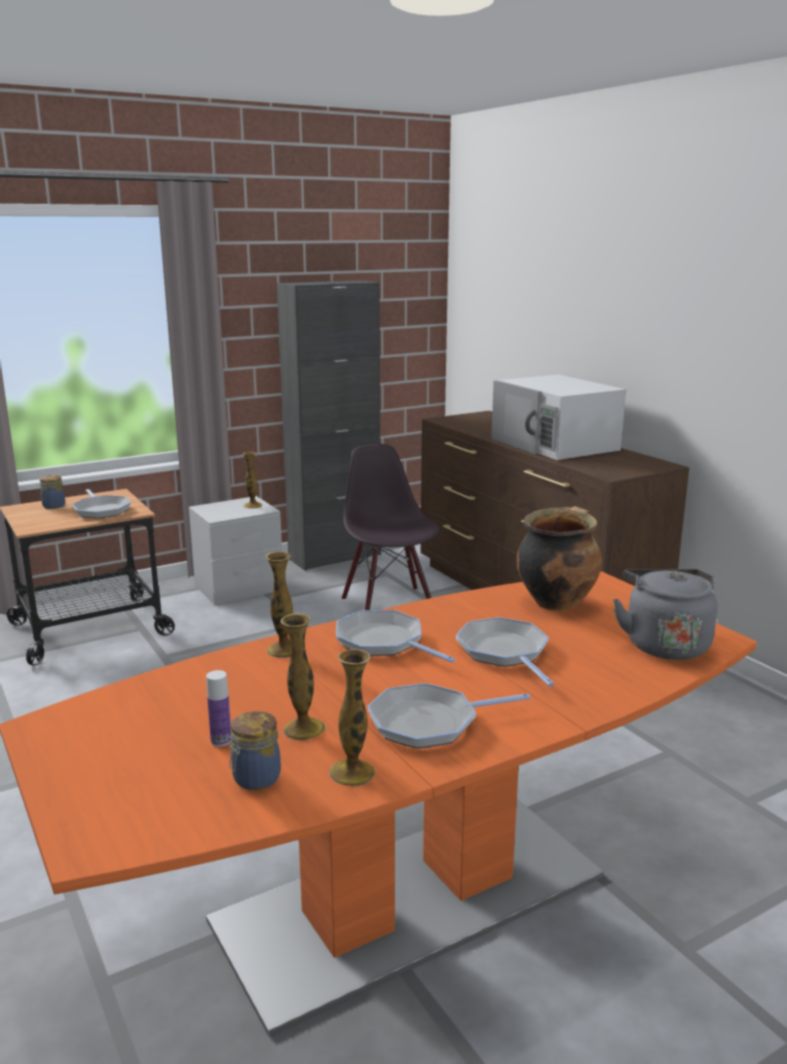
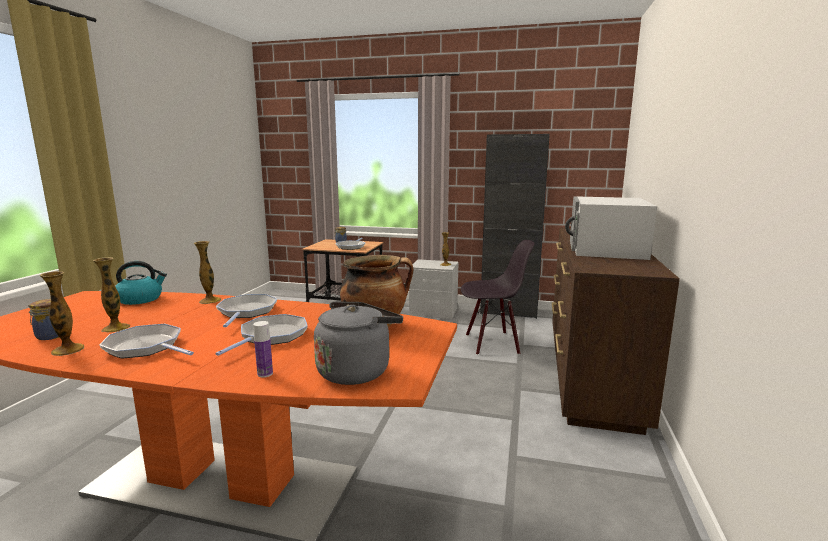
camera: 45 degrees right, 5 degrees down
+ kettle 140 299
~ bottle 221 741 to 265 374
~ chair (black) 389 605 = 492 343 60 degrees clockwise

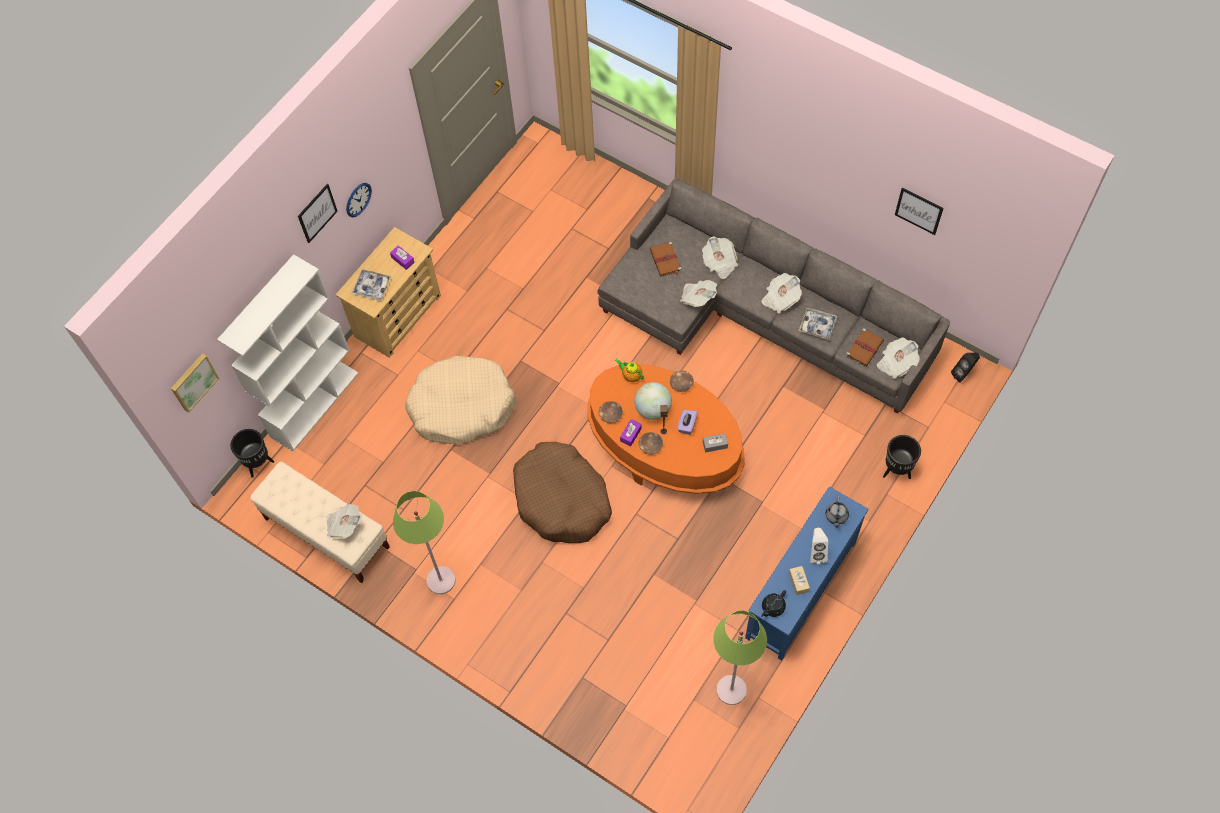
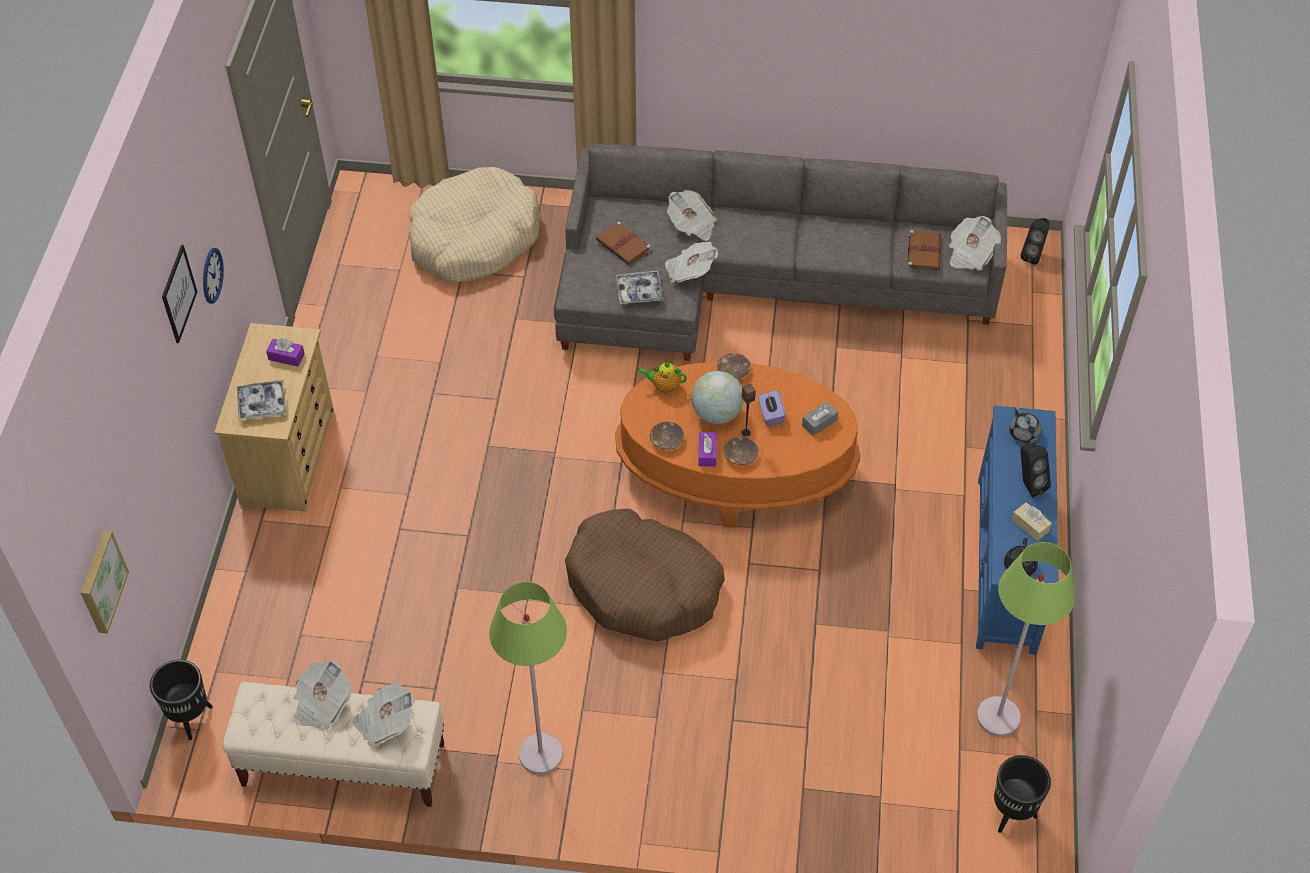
camera: 30 degrees left, 10 degrees down
~ newspaper 780 298 to 321 704
~ dog bed (beige) 462 407 to 474 238
~ tray 817 326 to 639 291
~ planter (black) 897 470 to 1012 813
~ speaker (white) 816 552 to speaker (black) 1028 484
- bookcase (white) 314 404
- picture 919 211

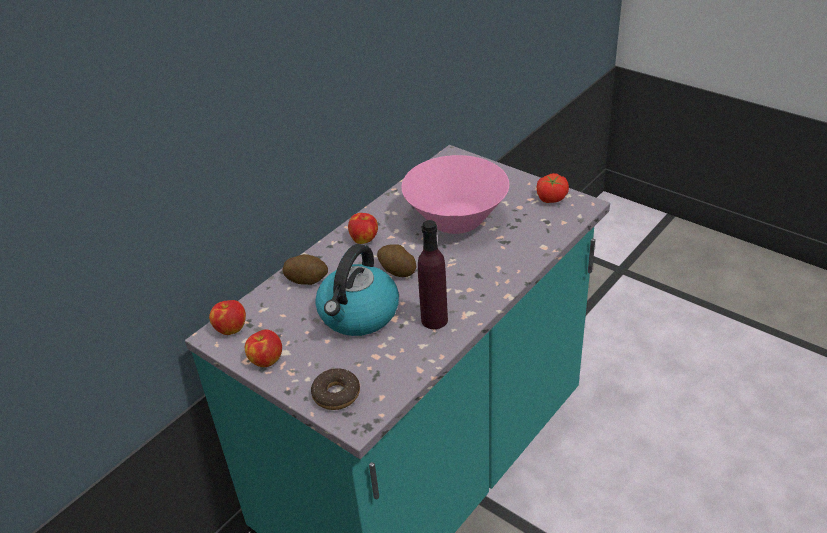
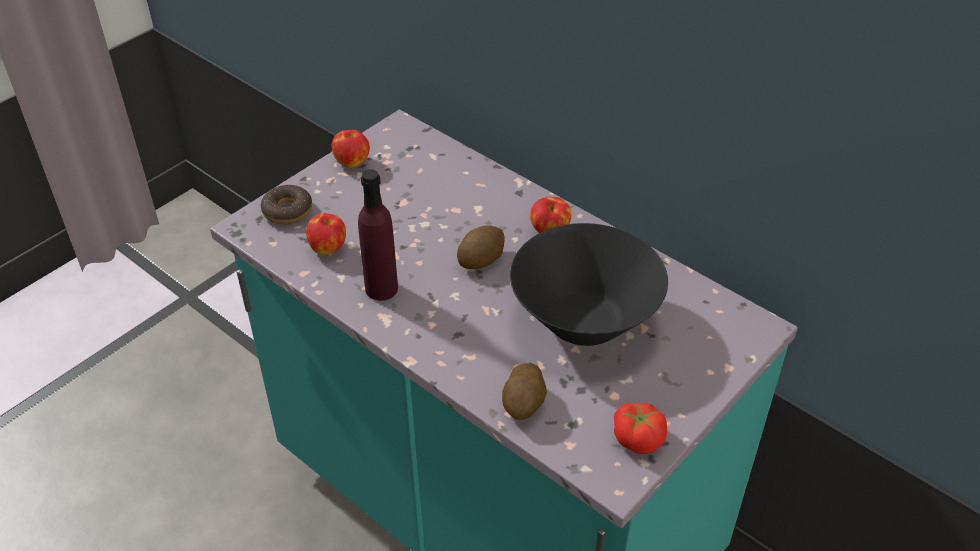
camera: 90 degrees right, 5 degrees up
~ apple 231 328 to 328 248
~ potato 307 279 to 524 404
~ bowl (pink) 456 220 to bowl (black) 584 321
- kettle 358 315

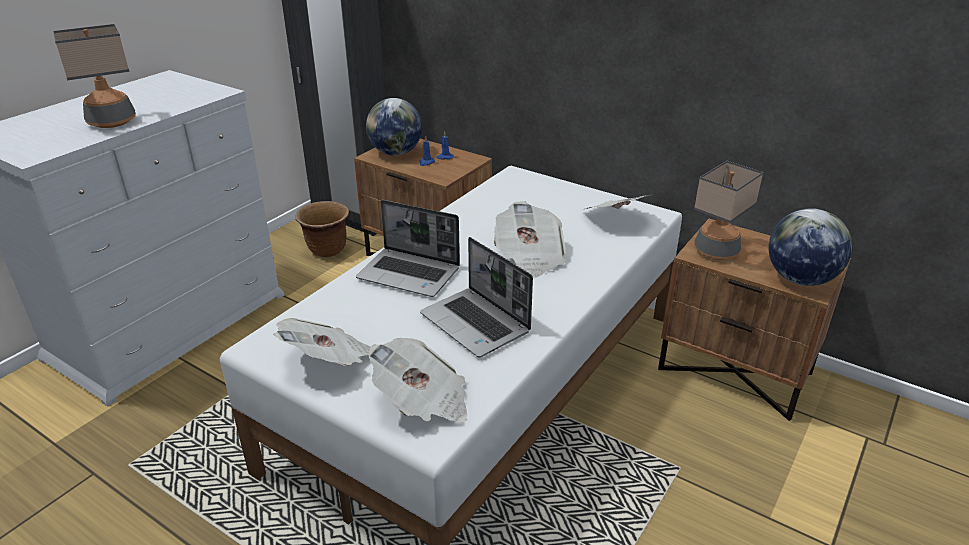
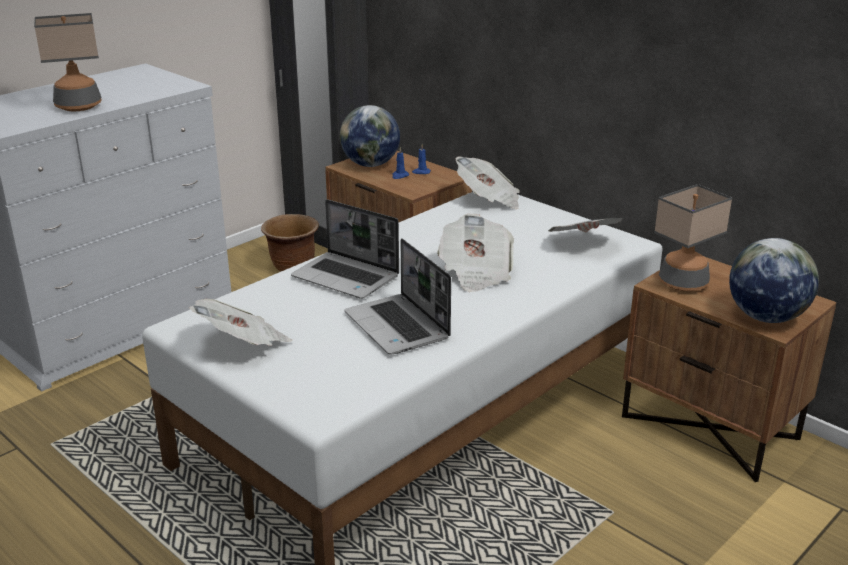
camera: 10 degrees right, 5 degrees down
~ newspaper 423 402 to 489 200

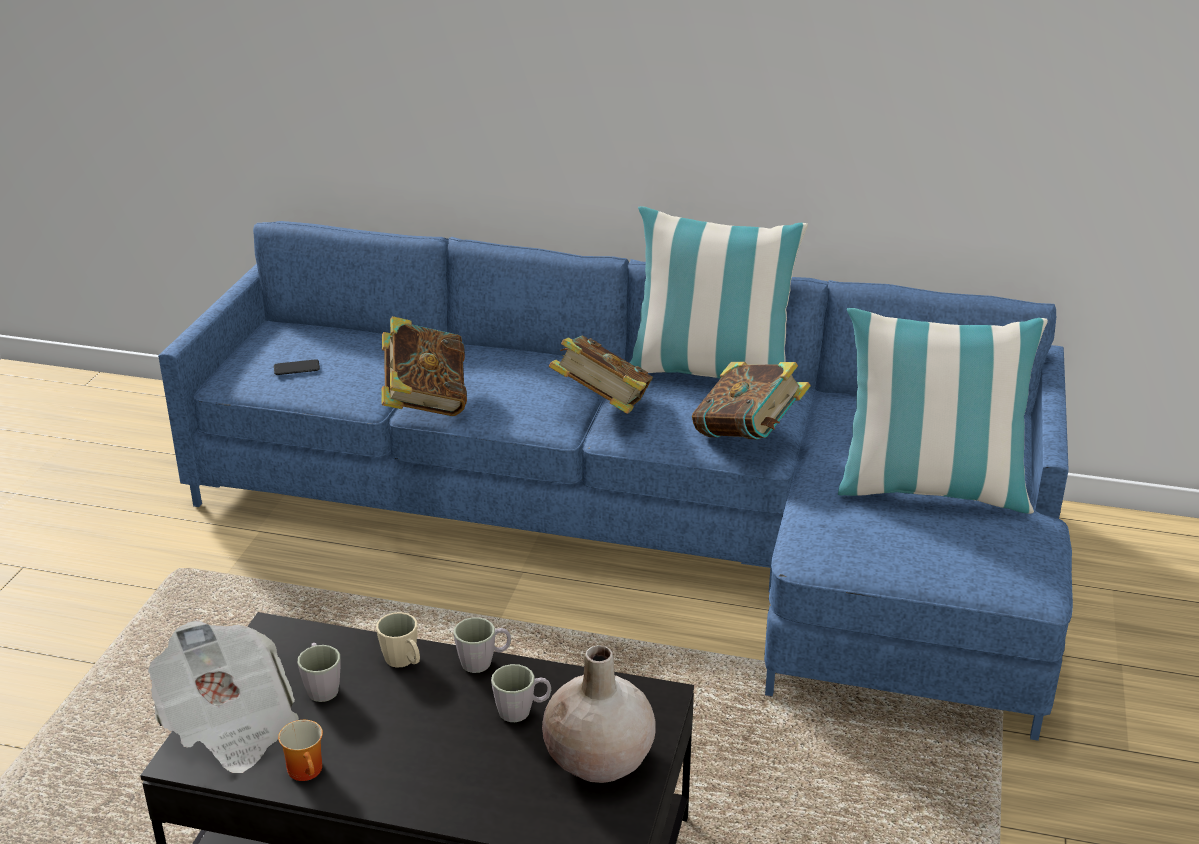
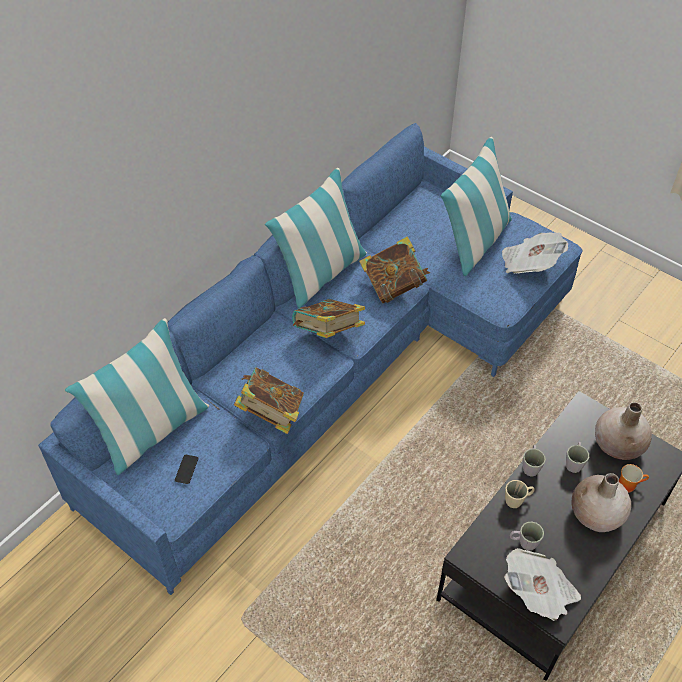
camera: 65 degrees left, 20 degrees up
+ pillow 152 431
+ newspaper 529 264
+ vase (beige) 596 514
~ mug 309 771 to 628 484

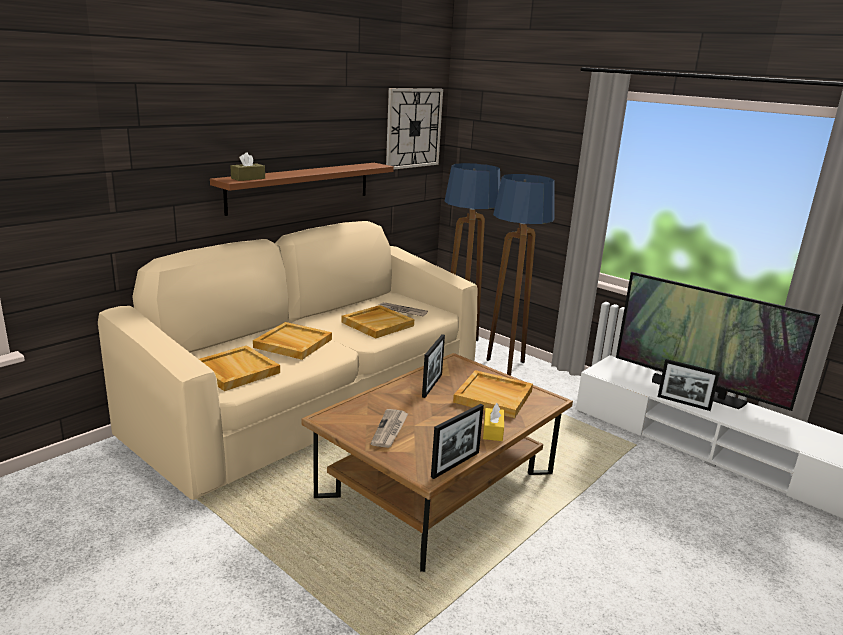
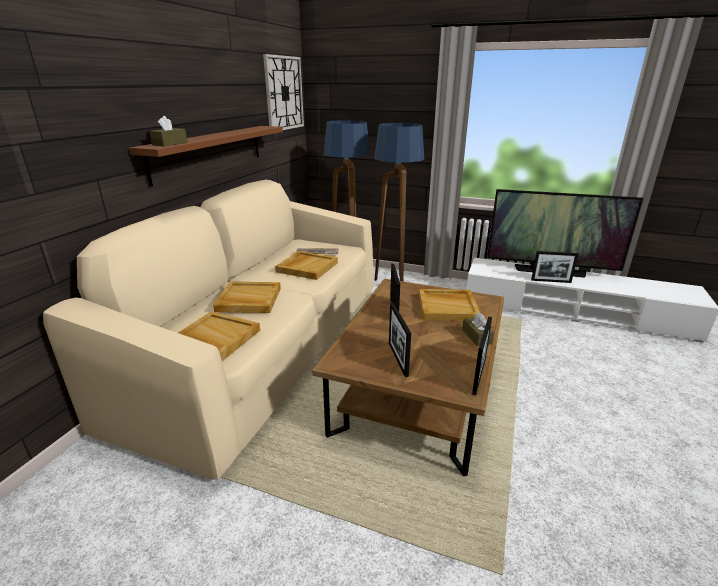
camera: 20 degrees left, 5 degrees up
~ newspaper 390 430 to picture frame 398 359
~ tissue box (yellow) 493 431 to tissue box (brown) 476 337

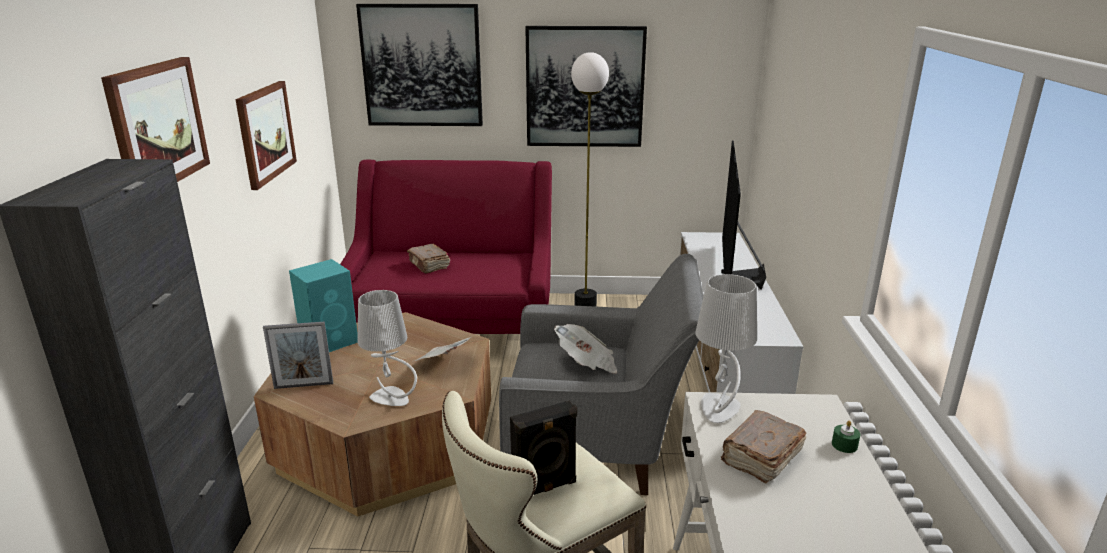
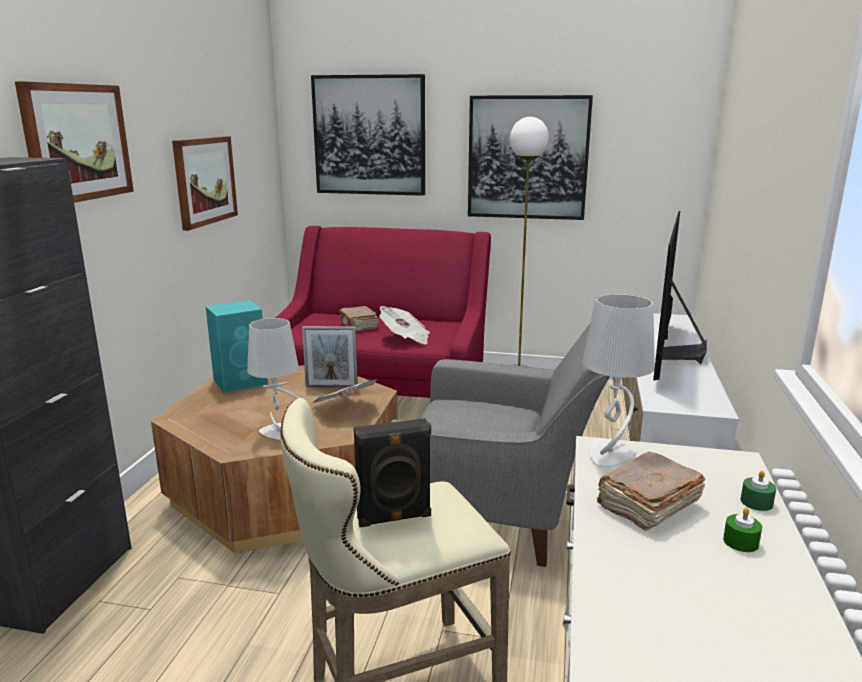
camera: 10 degrees right, 5 degrees down
~ picture frame 303 385 to 331 386
~ newspaper 587 364 to 405 338
+ candle (green) 740 542

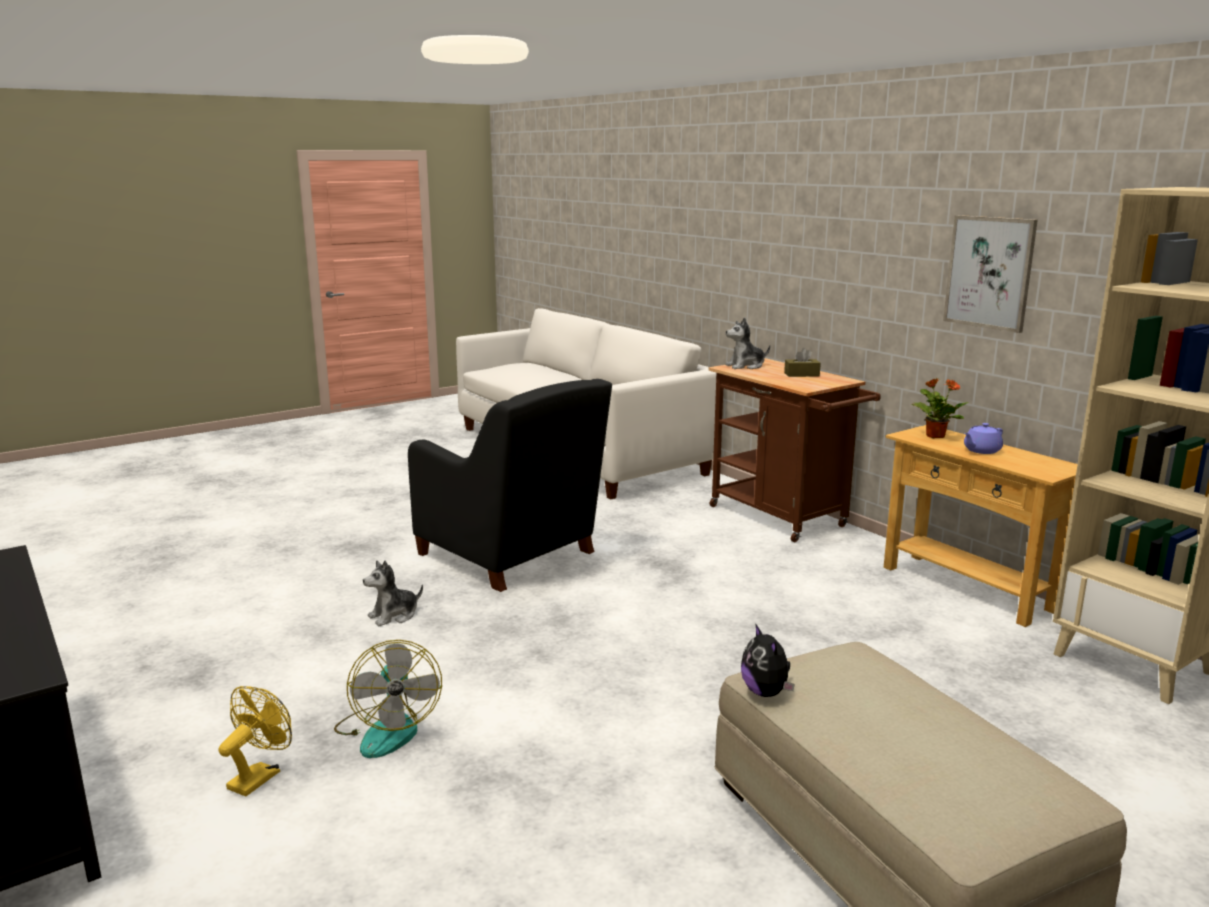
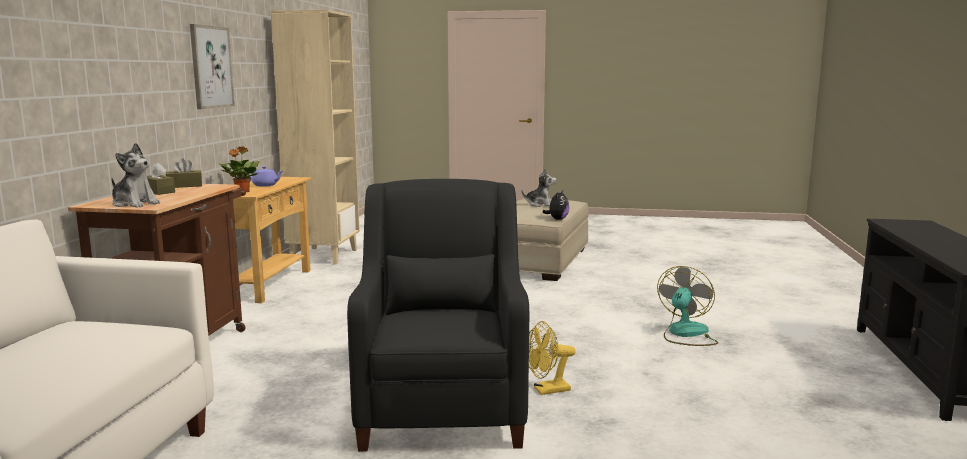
camera: 135 degrees left, 5 degrees down
+ tissue box (brown) 184 186
~ plush toy 394 615 to 540 204
~ fan (yellow) 259 776 to 546 390

